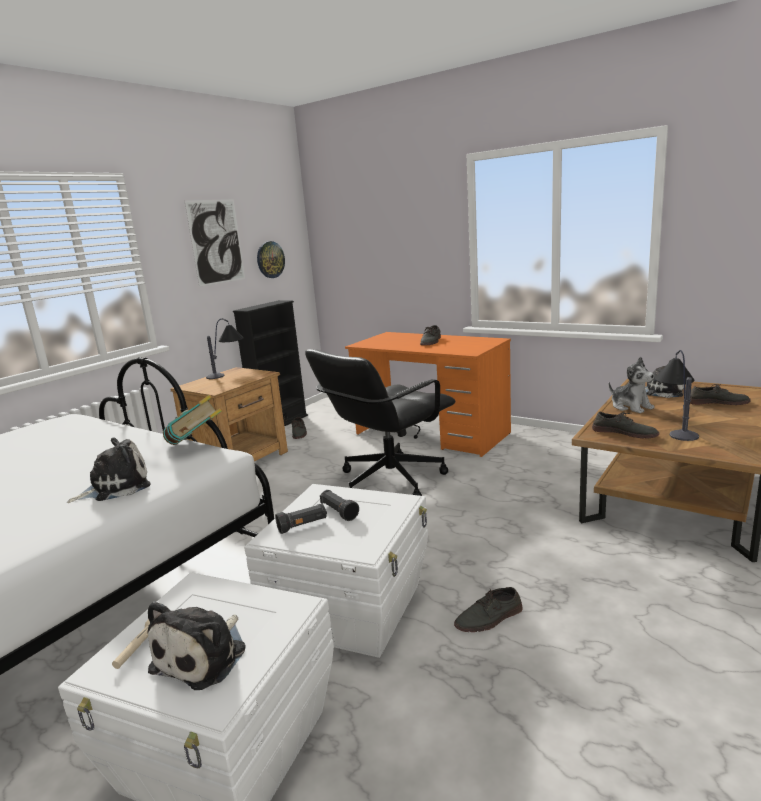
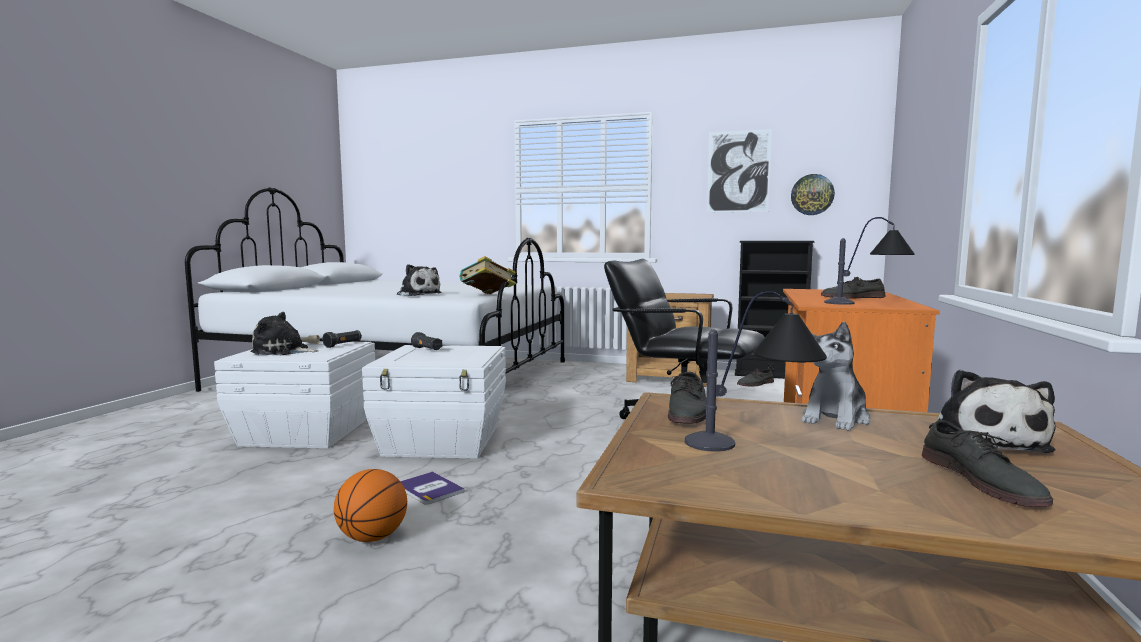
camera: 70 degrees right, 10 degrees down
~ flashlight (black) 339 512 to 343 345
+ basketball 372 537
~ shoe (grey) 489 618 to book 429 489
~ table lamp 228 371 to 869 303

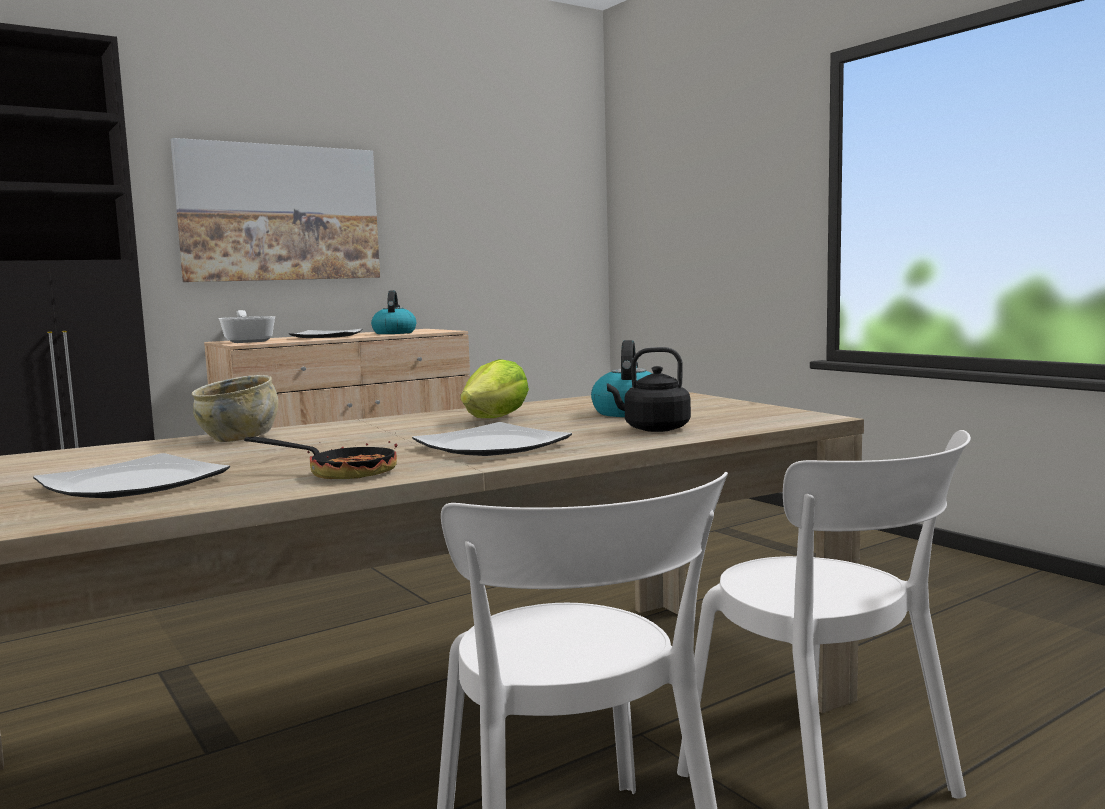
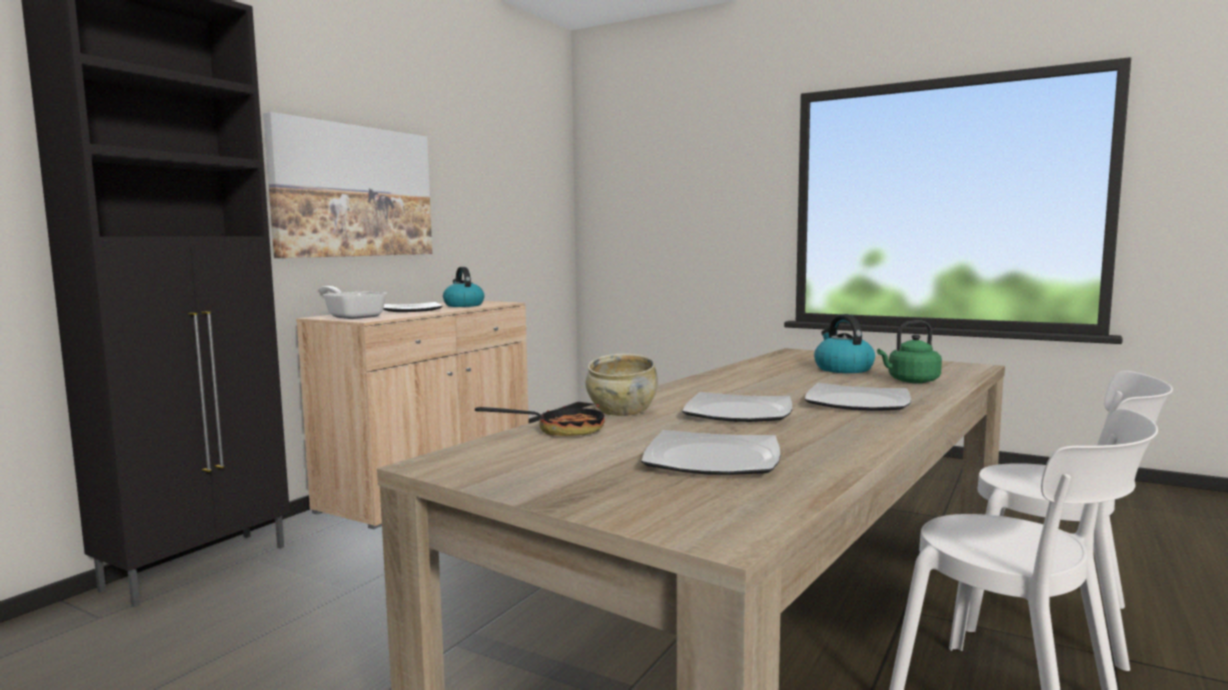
camera: 25 degrees left, 0 degrees up
~ frying pan 340 473 to 560 430
+ plate 739 413
~ kettle (black) 653 429 to kettle (green) 911 381
- lettuce 496 418

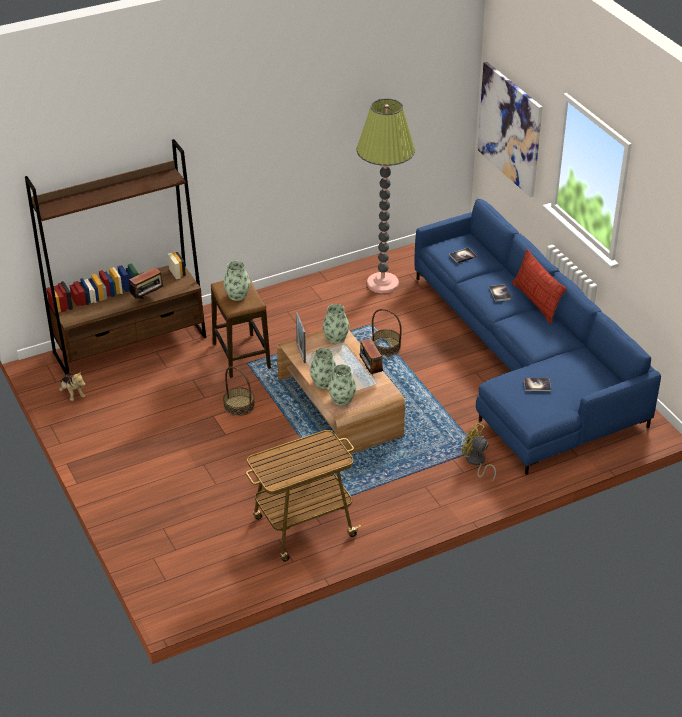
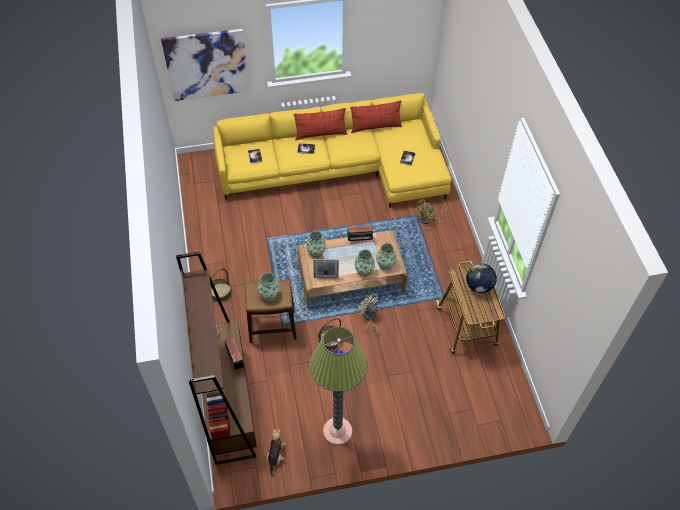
camera: 75 degrees left, 15 degrees up
~ basket 386 346 to 220 292
~ sofa (blue) 524 363 to sofa (yellow) 340 168
~ plush toy 72 393 = 276 455 60 degrees counterclockwise
~ floor lamp 382 283 to 337 431
+ pillow 375 127
+ fan (beige) 369 317
+ globe 479 286

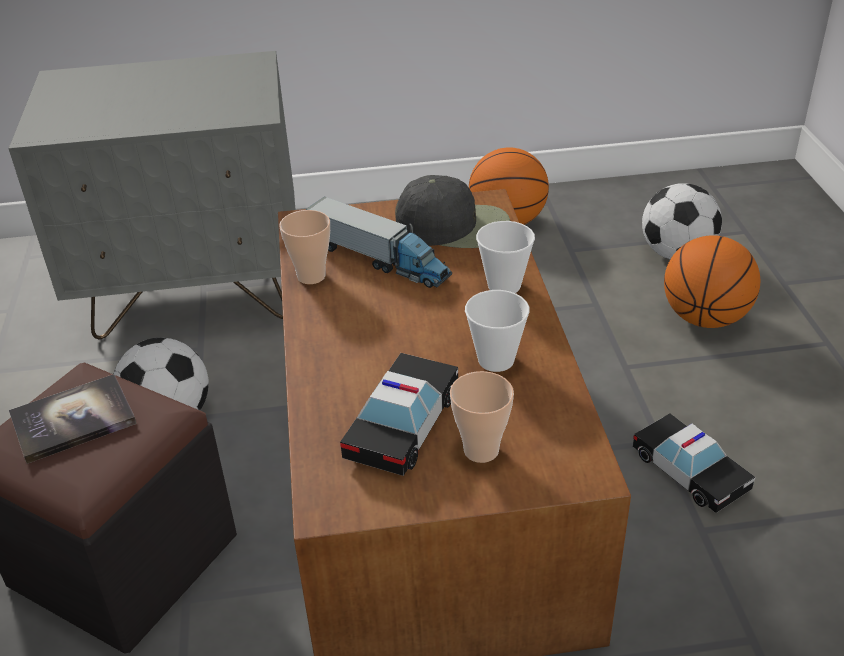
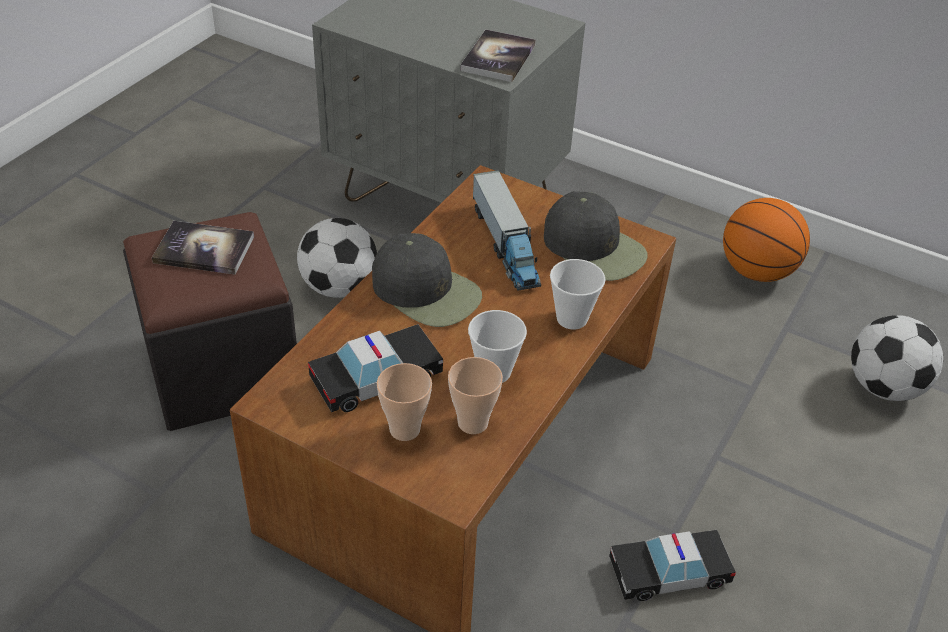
camera: 35 degrees right, 5 degrees up
+ cap (black) 427 291
~ cup 311 276 to 472 423
+ book 498 58
~ toy car 689 472 = 669 572 75 degrees clockwise
- basketball 704 318

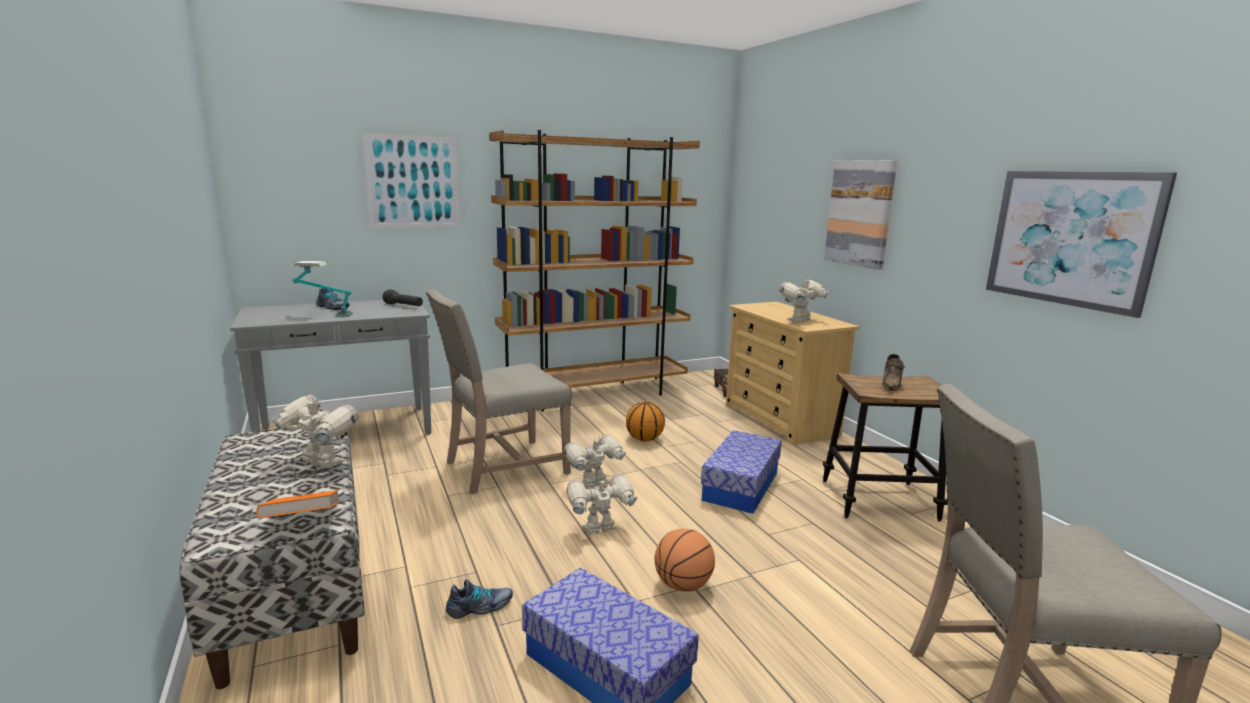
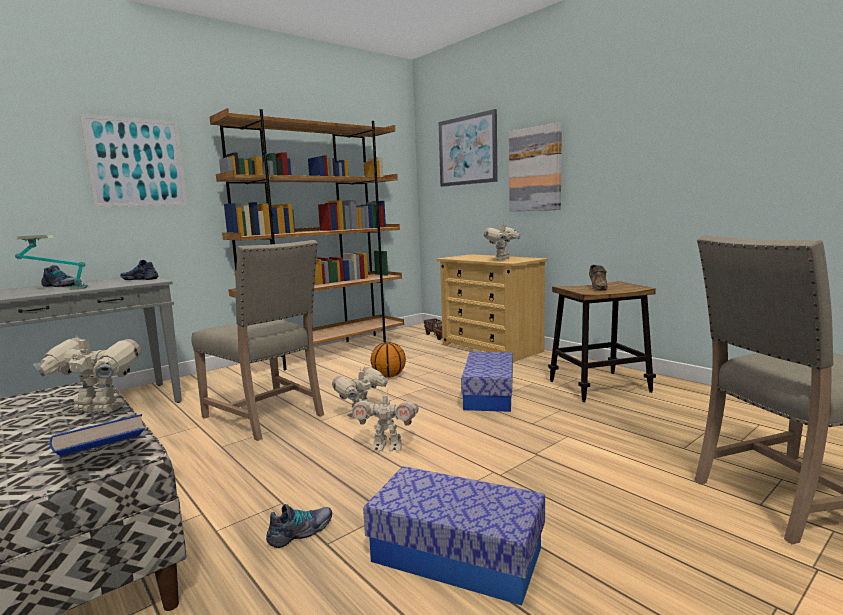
camera: 15 degrees left, 5 degrees down
~ book (orange) 303 522 to book (blue) 102 460
~ flashlight (black) 403 306 to shoe 140 279
~ chair (beige) 502 467 = 267 416 90 degrees counterclockwise
~ toy robot 600 530 = 387 447 135 degrees counterclockwise
~ picture 1070 238 to 467 150
- basketball 683 585

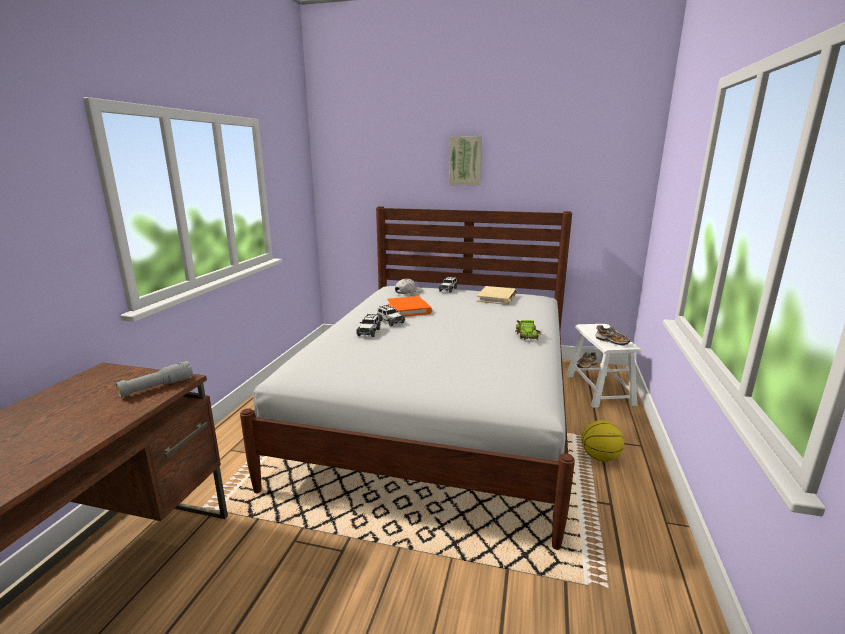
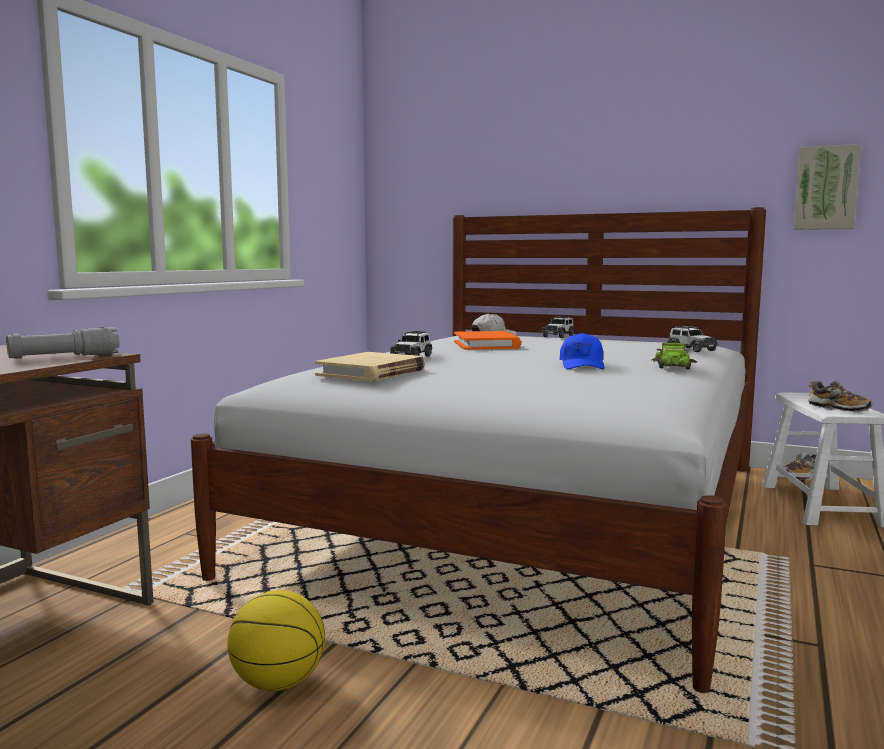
camera: 10 degrees right, 10 degrees down
~ basketball 599 457 to 278 683
~ book (beige) 496 298 to 371 372
+ cap (blue) 582 365
~ toy car 390 322 to 691 349
~ picture 465 161 to 826 188

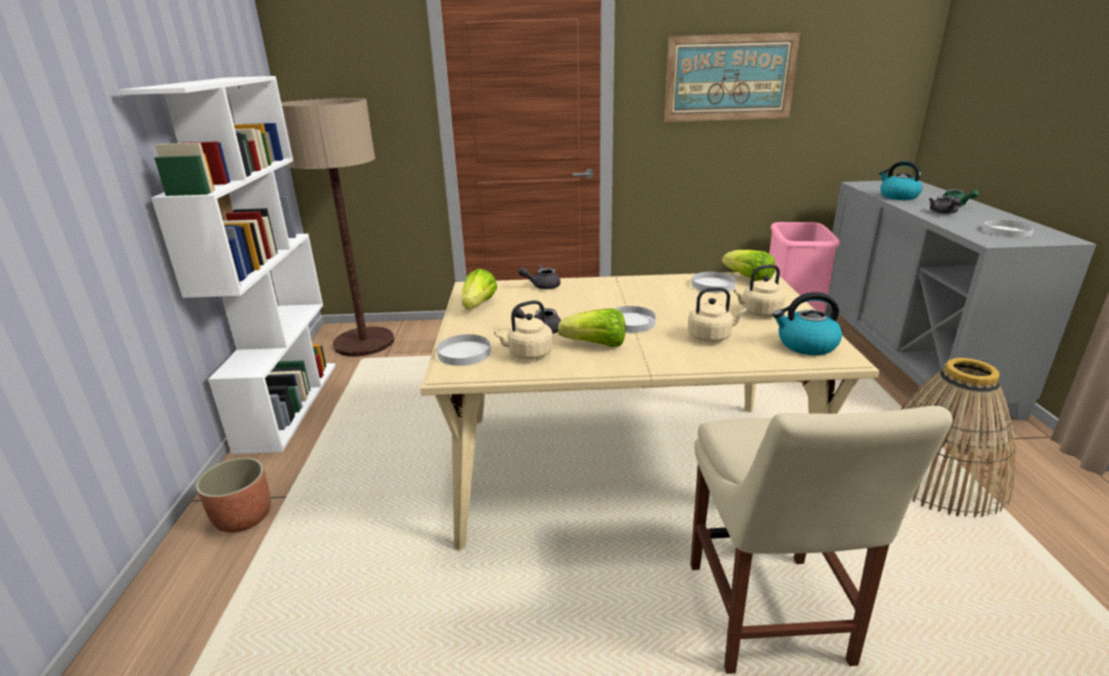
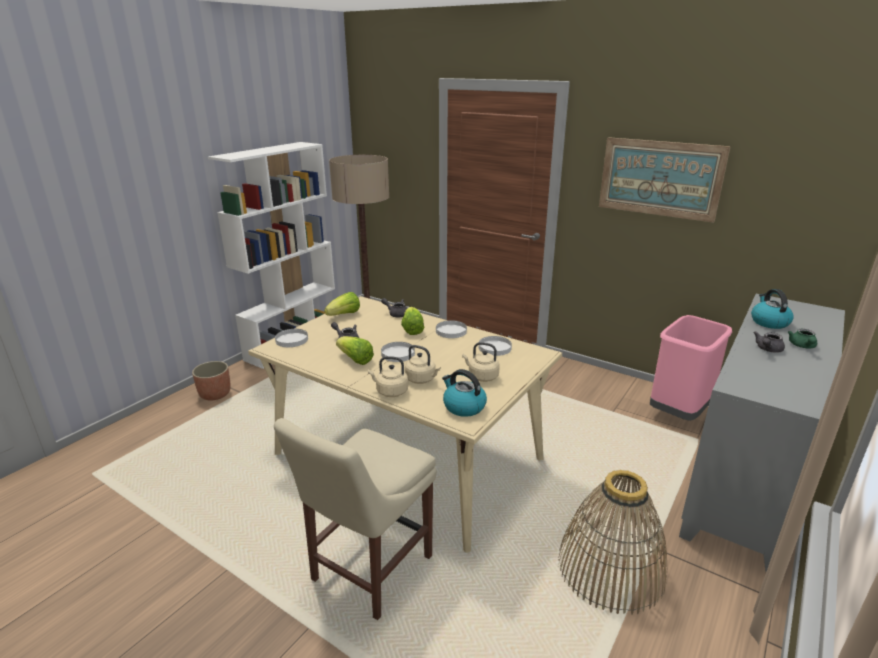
camera: 35 degrees right, 0 degrees up
~ kettle (beige) 528 354 to 390 391
~ lettuce 748 279 to 412 329
~ plate (white) 1006 231 to 451 331

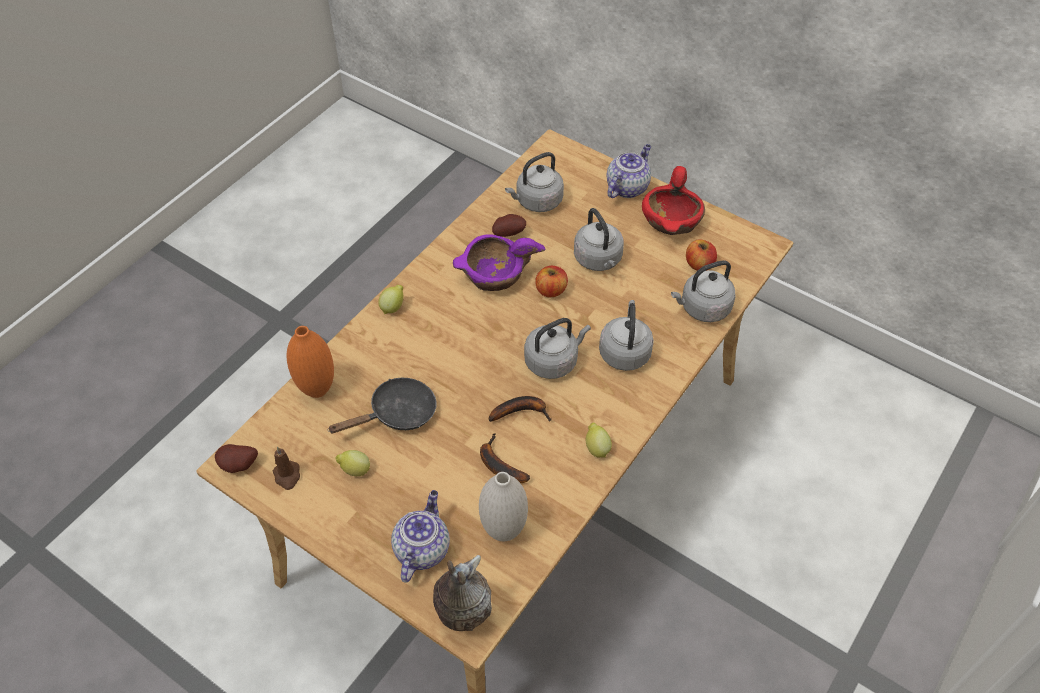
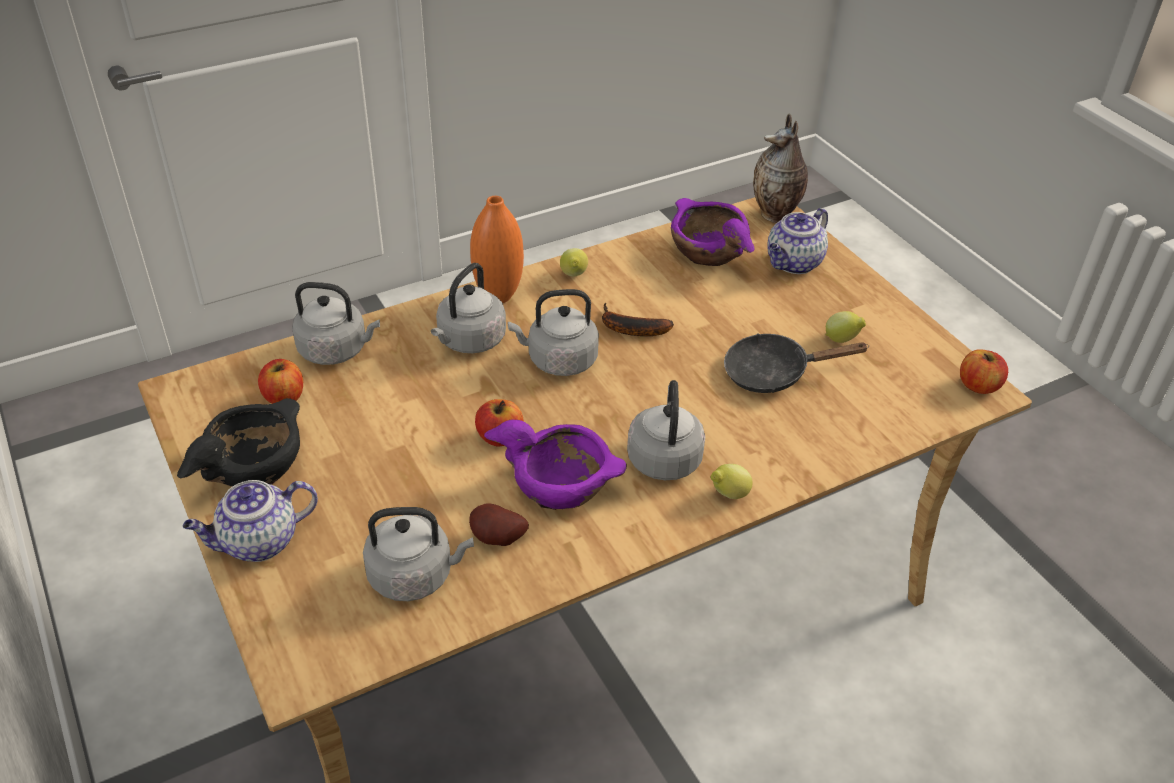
camera: 155 degrees left, 10 degrees down
~ bowl (red) 671 221 to bowl (black) 254 465
~ vase (orange) 317 389 to 498 296
~ kettle (grey) 598 260 to 664 457
~ vase (white) 503 531 to bowl (purple) 708 251
~ potato 239 466 to apple 978 386
- candle (brown) 287 476
- banana 498 465

